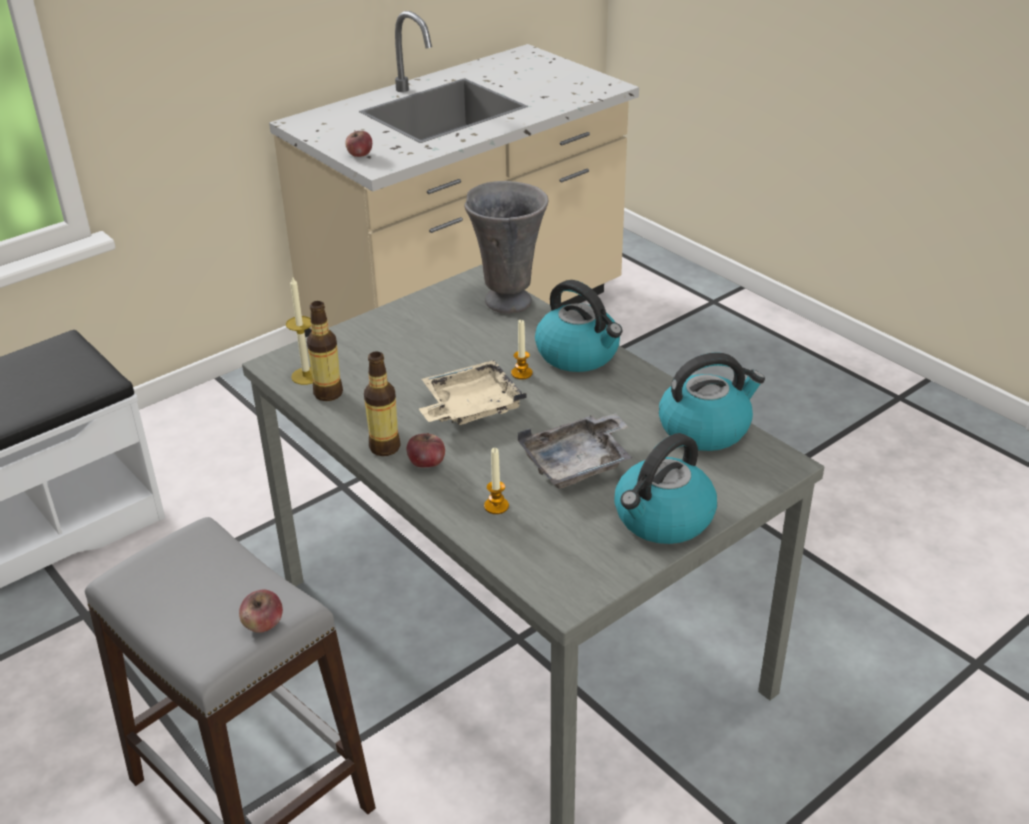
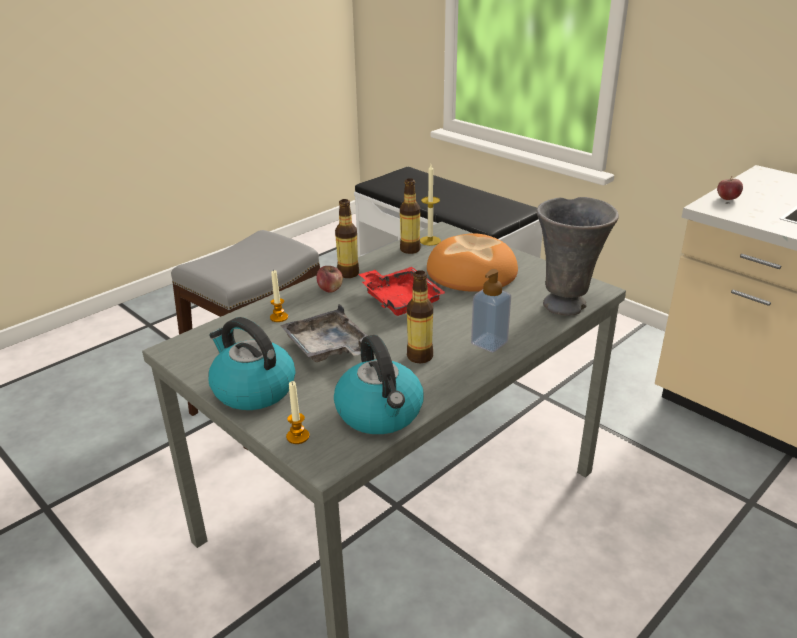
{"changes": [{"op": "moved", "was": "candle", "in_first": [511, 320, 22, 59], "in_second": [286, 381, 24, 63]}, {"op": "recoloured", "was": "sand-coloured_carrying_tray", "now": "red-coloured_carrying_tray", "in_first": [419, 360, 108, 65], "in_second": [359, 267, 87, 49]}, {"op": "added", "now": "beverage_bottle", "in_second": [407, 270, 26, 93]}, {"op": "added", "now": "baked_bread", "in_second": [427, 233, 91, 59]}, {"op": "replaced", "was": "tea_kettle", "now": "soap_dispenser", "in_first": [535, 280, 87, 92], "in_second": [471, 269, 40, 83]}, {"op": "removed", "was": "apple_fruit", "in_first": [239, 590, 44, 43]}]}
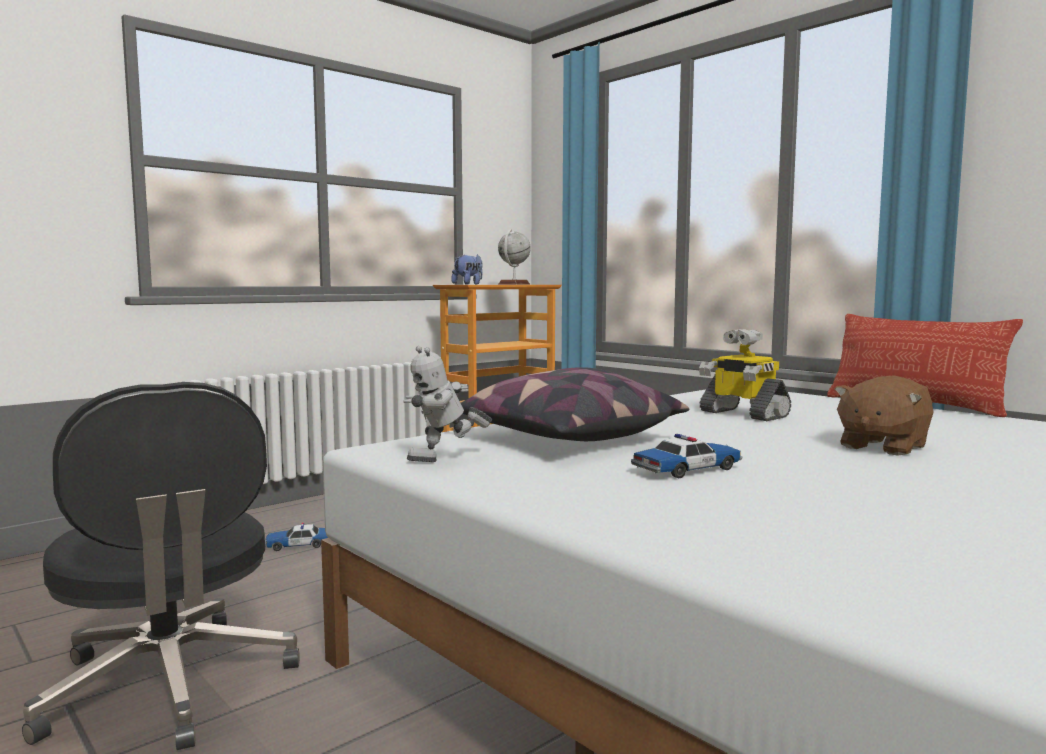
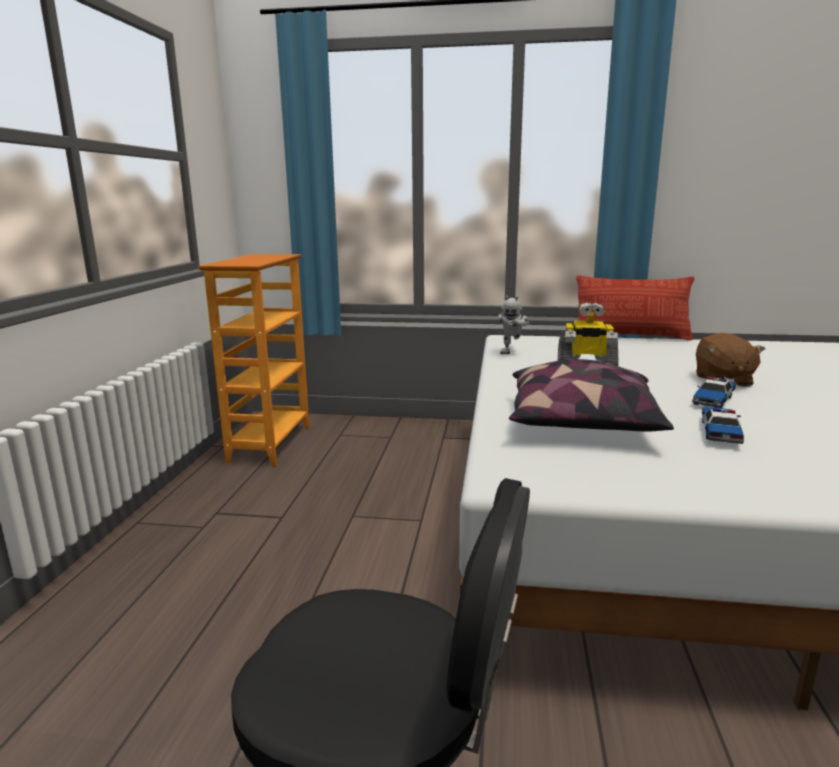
{"changes": [{"op": "moved", "was": "toy_robot", "in_first": [403, 346, 89, 116], "in_second": [497, 295, 32, 60]}, {"op": "moved", "was": "model_car", "in_first": [265, 522, 63, 29], "in_second": [692, 377, 44, 31]}, {"op": "removed", "was": "cuddly_toy", "in_first": [451, 254, 32, 31]}, {"op": "removed", "was": "world_globe", "in_first": [498, 229, 33, 56]}]}
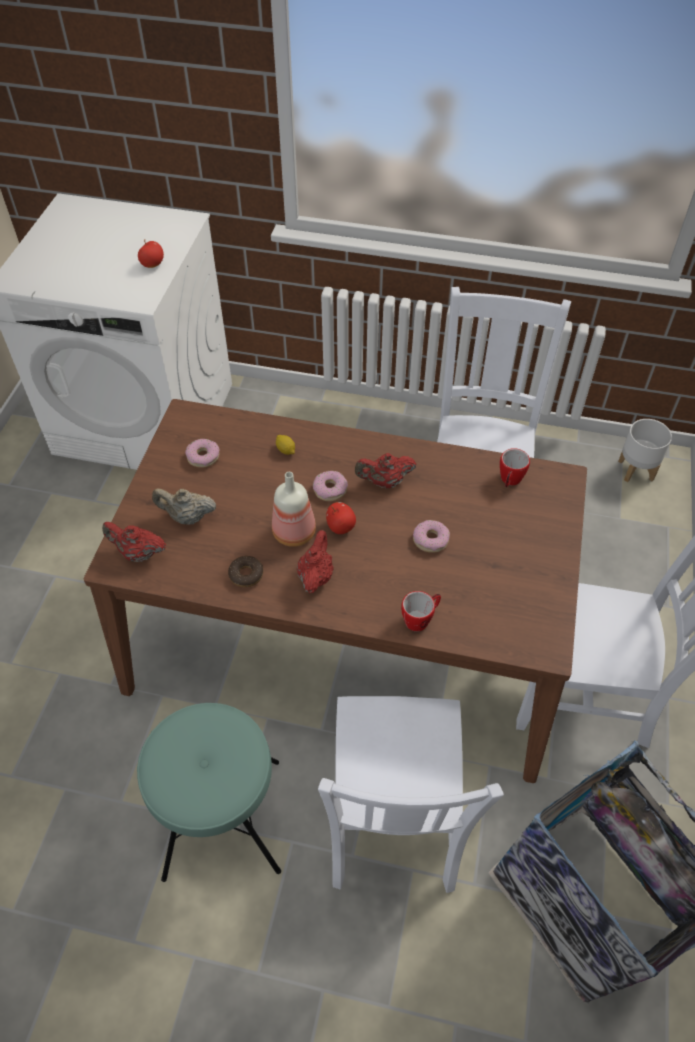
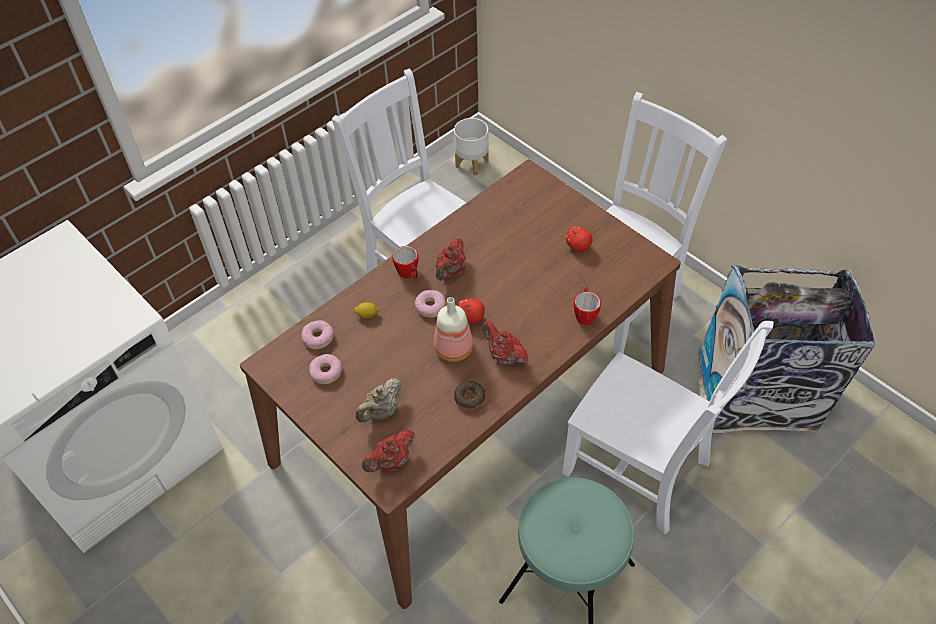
{"changes": [{"op": "moved", "was": "doughnut", "in_first": [413, 520, 37, 33], "in_second": [301, 320, 33, 29]}, {"op": "moved", "was": "coffee_mug", "in_first": [500, 448, 30, 39], "in_second": [392, 246, 26, 33]}, {"op": "moved", "was": "apple_fruit", "in_first": [138, 239, 26, 29], "in_second": [566, 227, 27, 25]}]}
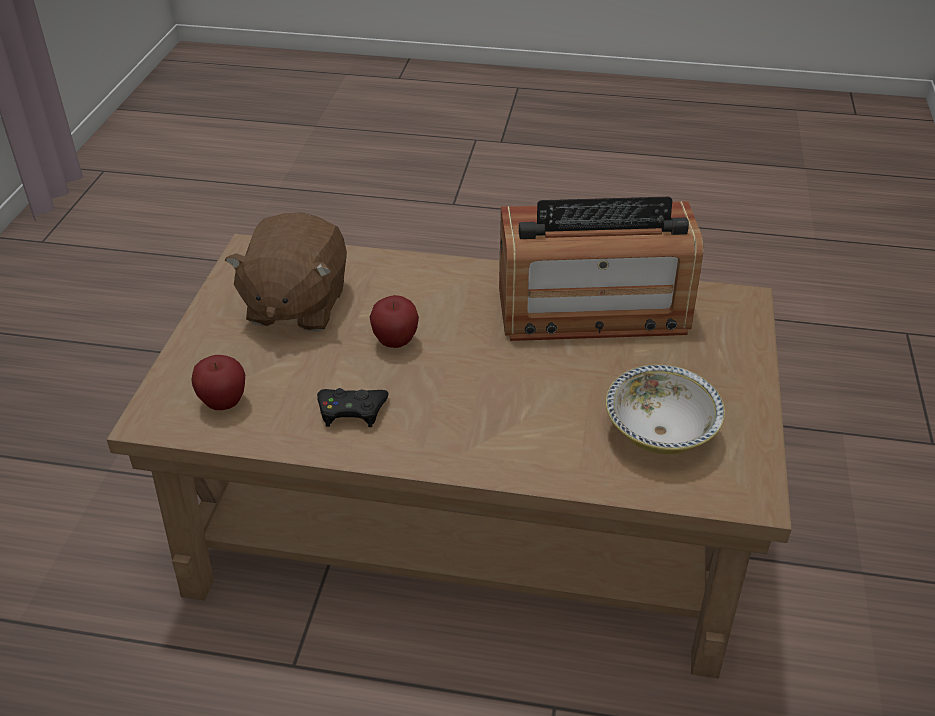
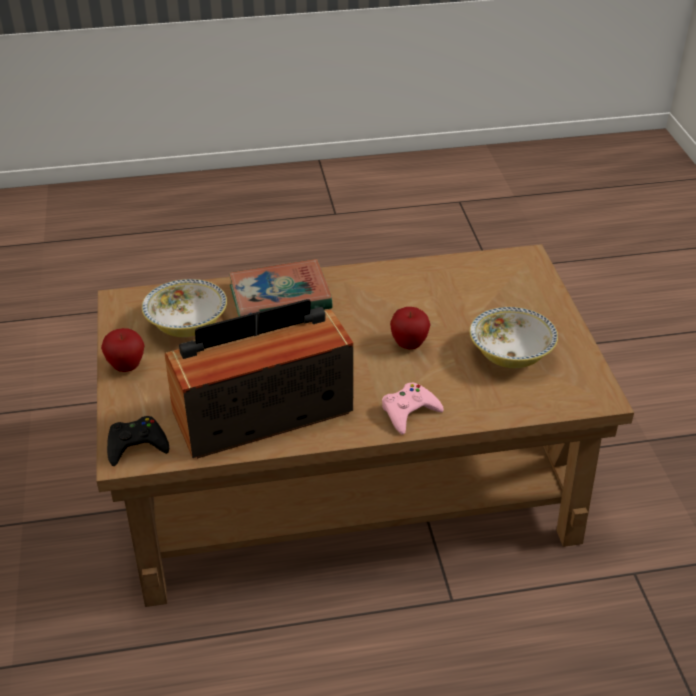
{"changes": [{"op": "moved", "was": "apple_fruit", "in_first": [191, 355, 54, 55], "in_second": [101, 328, 44, 44]}, {"op": "moved", "was": "black_joypad", "in_first": [317, 388, 71, 39], "in_second": [107, 416, 62, 50]}, {"op": "added", "now": "bound_book", "in_second": [229, 259, 104, 58]}, {"op": "added", "now": "pink-coloured_joypad", "in_second": [382, 382, 62, 53]}, {"op": "replaced", "was": "brown-coloured_cuddly_toy", "now": "serving_bowl", "in_first": [225, 212, 122, 120], "in_second": [470, 307, 88, 61]}]}
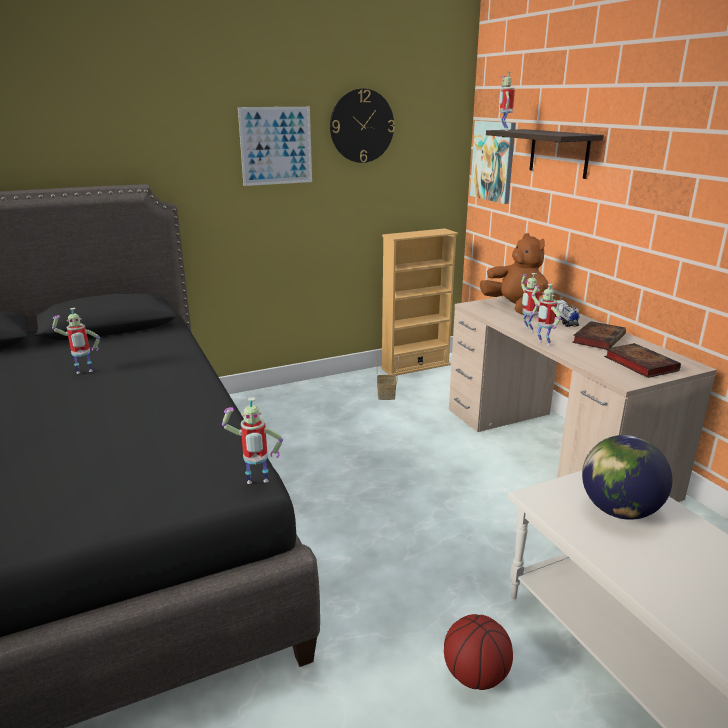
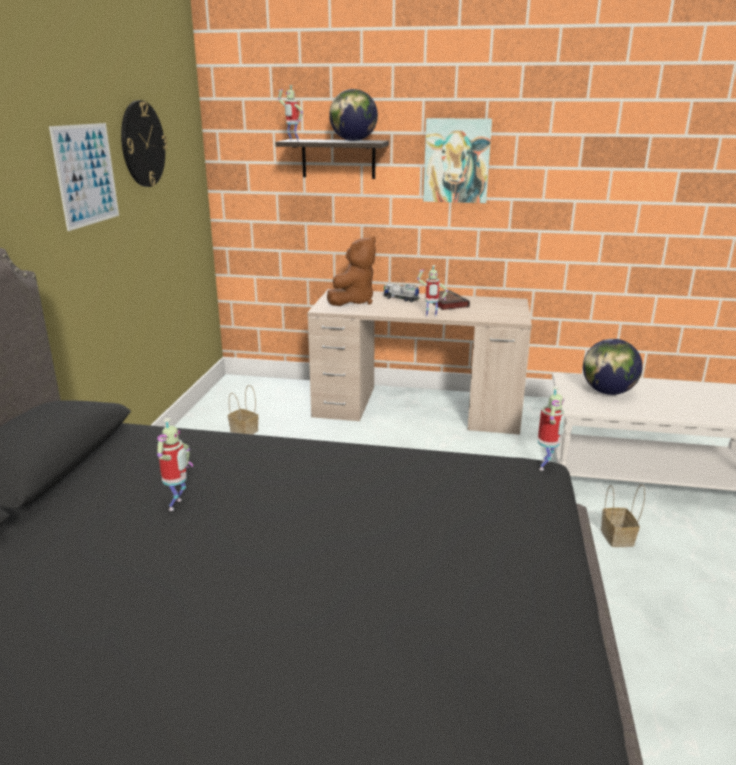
{"changes": [{"op": "turned", "was": "brown-coloured_cuddly_toy", "in_first": [480, 233, 68, 82], "in_second": [327, 236, 49, 70], "clockwise": 120}, {"op": "added", "now": "world_globe", "in_second": [329, 89, 49, 52]}, {"op": "moved", "was": "wall_art", "in_first": [470, 121, 46, 83], "in_second": [423, 118, 69, 85]}, {"op": "replaced", "was": "basketball", "now": "basket", "in_first": [444, 614, 69, 76], "in_second": [601, 484, 44, 63]}, {"op": "removed", "was": "sand-coloured_bookshelf", "in_first": [381, 228, 77, 148]}, {"op": "removed", "was": "toy_robot", "in_first": [521, 273, 19, 59]}, {"op": "removed", "was": "bound_book", "in_first": [604, 343, 77, 35]}]}
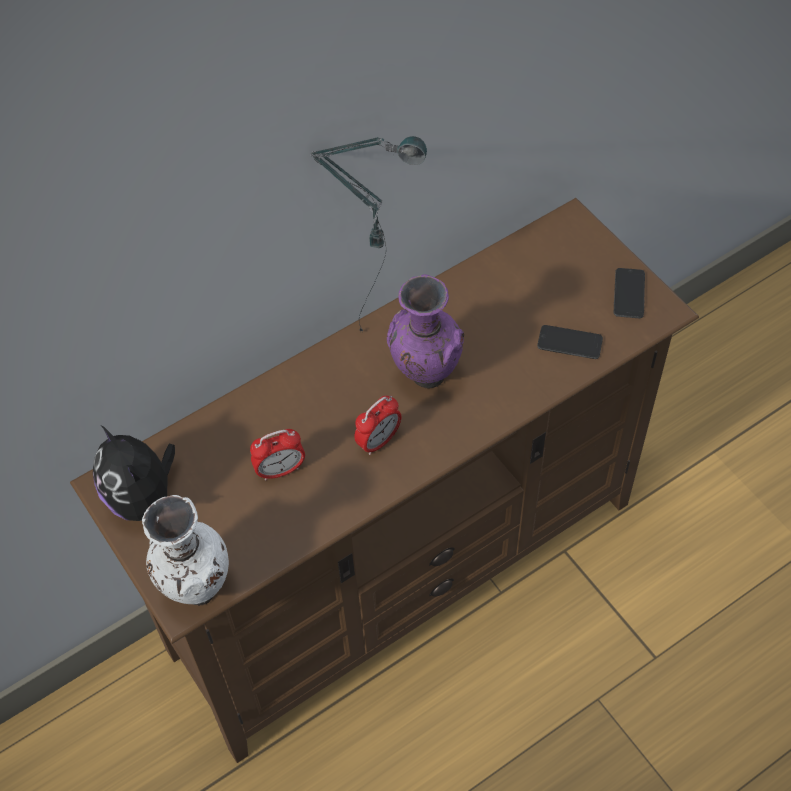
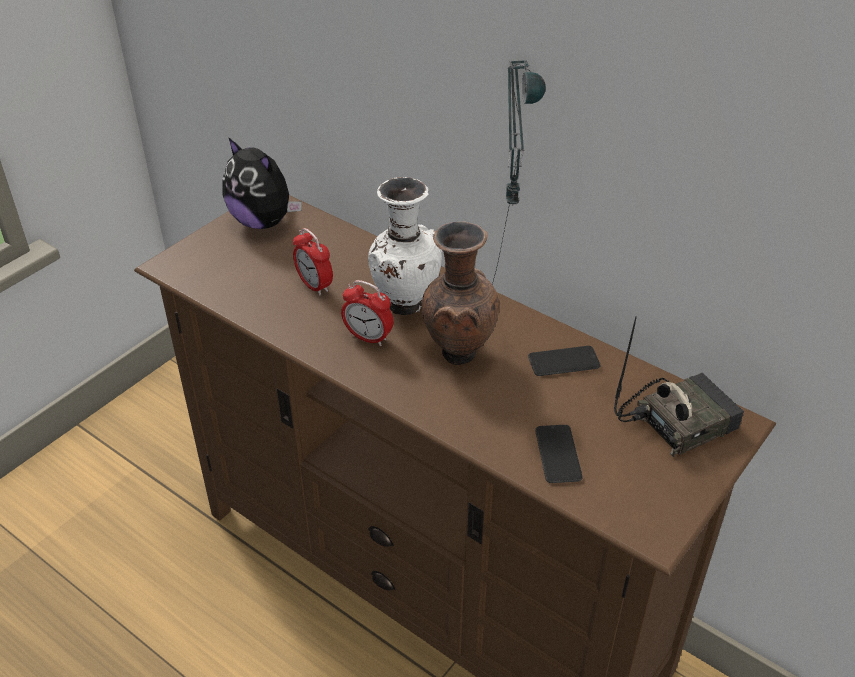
{"changes": [{"op": "turned", "was": "cuddly_toy", "in_first": [93, 426, 82, 95], "in_second": [222, 137, 80, 92], "clockwise": -90}, {"op": "moved", "was": "white_vase", "in_first": [142, 495, 87, 111], "in_second": [368, 177, 74, 138]}, {"op": "recoloured", "was": "purple-coloured_vase", "now": "brown-coloured_vase", "in_first": [387, 274, 77, 115], "in_second": [422, 221, 77, 144]}, {"op": "moved", "was": "handset", "in_first": [614, 268, 31, 50], "in_second": [528, 346, 73, 30]}, {"op": "added", "now": "radio_receiver", "in_second": [614, 316, 130, 141]}]}
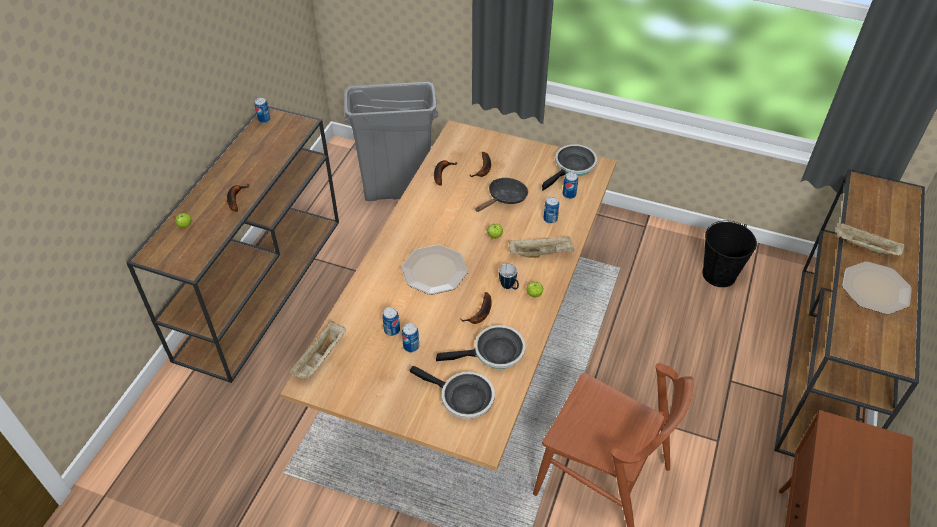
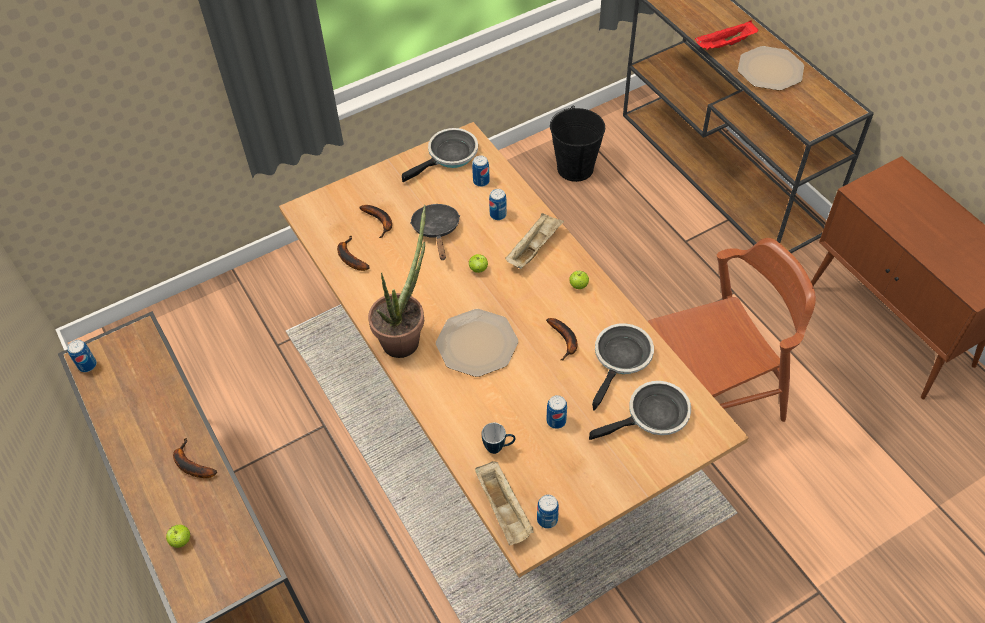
{"changes": [{"op": "added", "now": "houseplant", "in_second": [368, 205, 58, 153]}, {"op": "turned", "was": "skillet", "in_first": [542, 144, 55, 47], "in_second": [402, 128, 76, 54], "clockwise": 60}, {"op": "moved", "was": "coffee_mug", "in_first": [499, 263, 20, 27], "in_second": [482, 423, 34, 31]}, {"op": "moved", "was": "sealed_can", "in_first": [382, 307, 18, 29], "in_second": [537, 495, 22, 34]}, {"op": "recoloured", "was": "sand-coloured_carrying_tray", "now": "red-coloured_carrying_tray", "in_first": [837, 223, 68, 33], "in_second": [695, 21, 63, 29]}, {"op": "removed", "was": "gray_waste_bin", "in_first": [344, 82, 94, 119]}]}
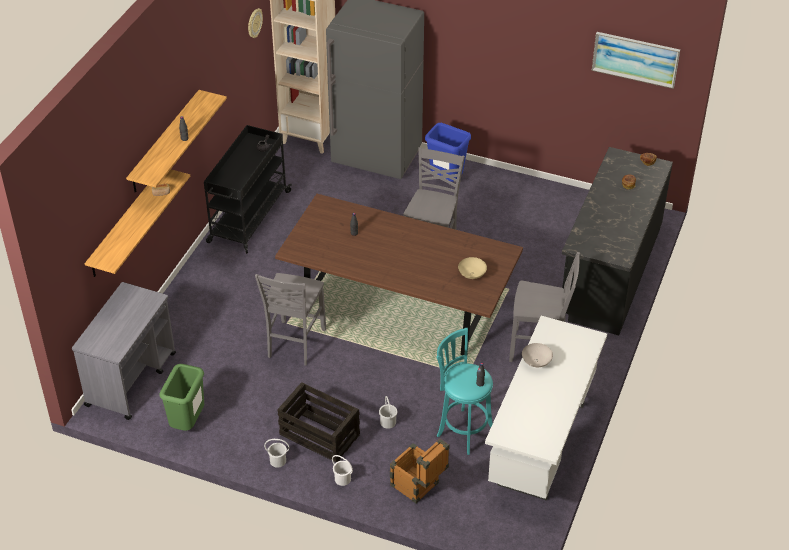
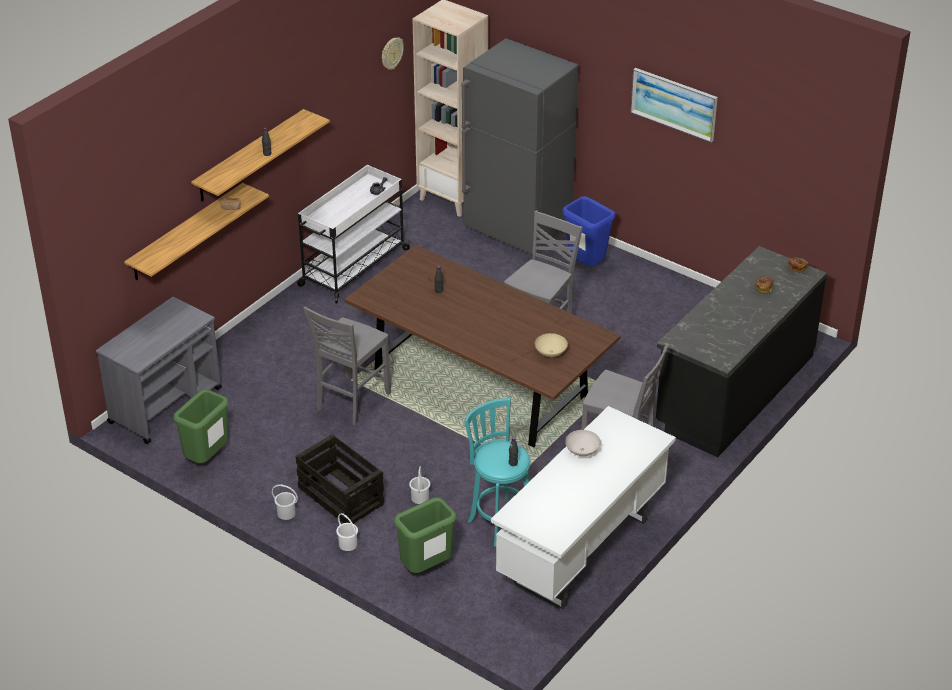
{"changes": [{"op": "recoloured", "was": "black_cart", "now": "white_cart", "in_first": [204, 125, 88, 129], "in_second": [297, 165, 114, 138]}, {"op": "replaced", "was": "crate", "now": "greenish_waste_bin", "in_first": [390, 438, 60, 66], "in_second": [394, 497, 63, 76]}, {"op": "moved", "was": "wall_art", "in_first": [592, 32, 88, 57], "in_second": [631, 68, 87, 74]}]}
